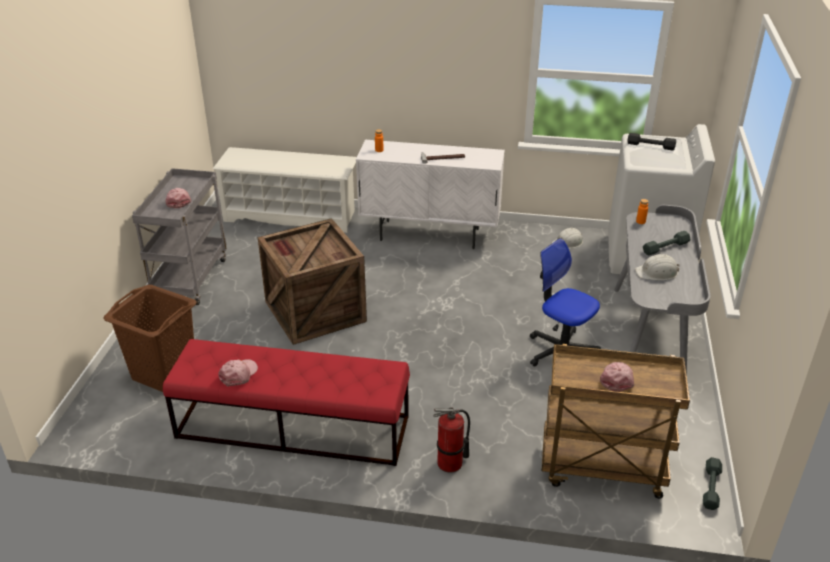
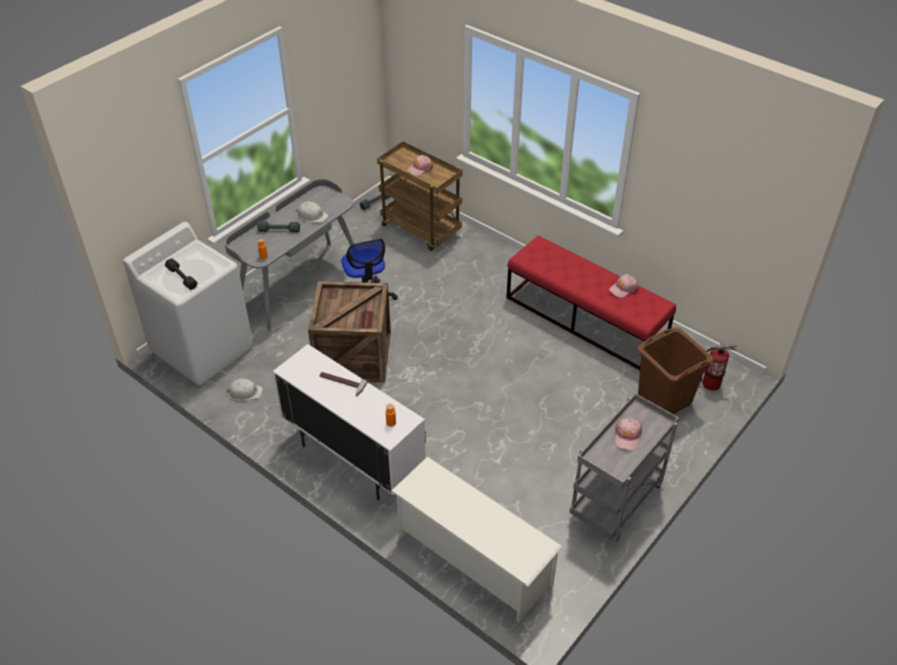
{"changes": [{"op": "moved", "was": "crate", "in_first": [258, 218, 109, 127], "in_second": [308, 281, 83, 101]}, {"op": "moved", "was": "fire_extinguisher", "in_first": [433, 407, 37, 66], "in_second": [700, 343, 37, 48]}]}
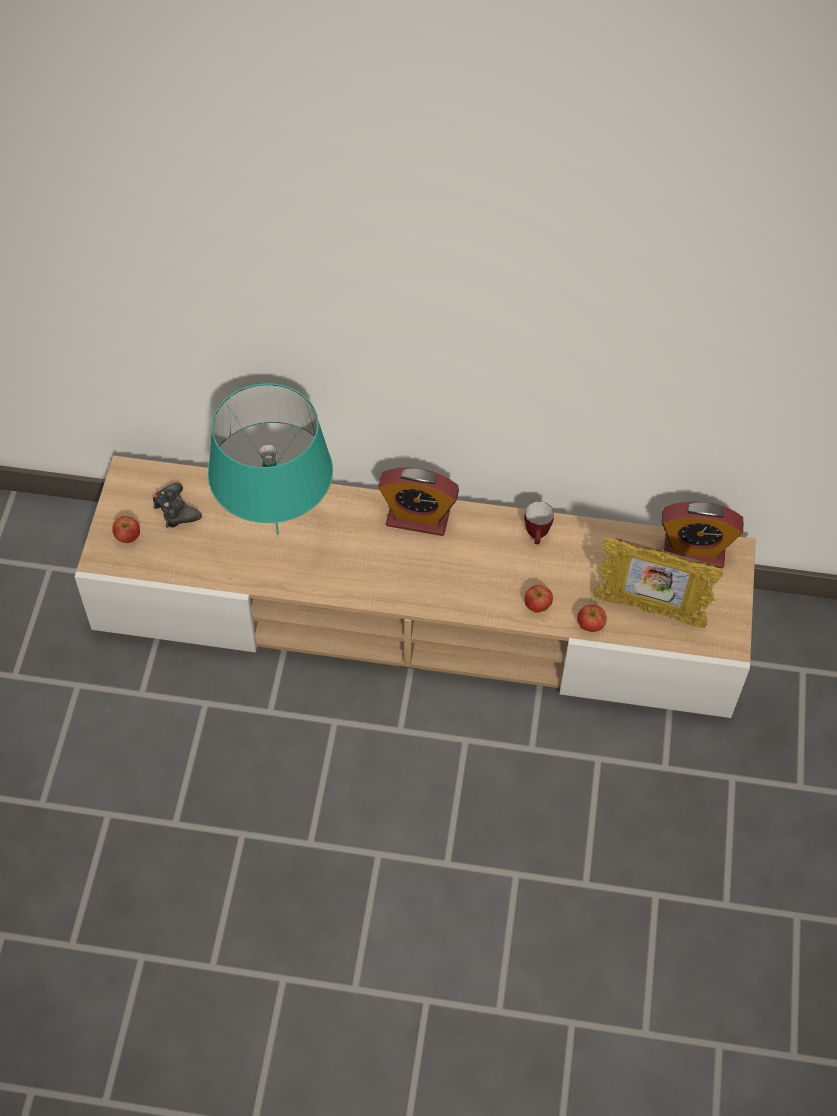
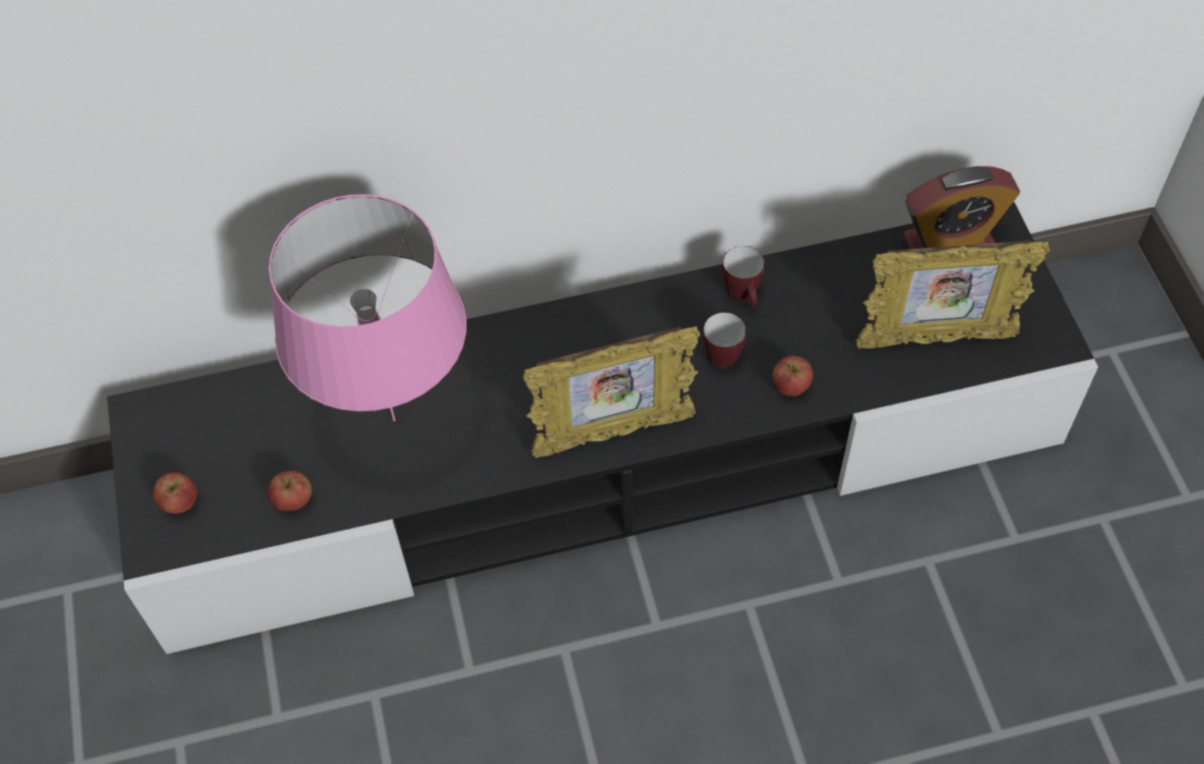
{"changes": [{"op": "recoloured", "was": "sand-coloured_media_console", "now": "black_media_console", "in_first": [75, 456, 681, 262], "in_second": [107, 202, 991, 452]}, {"op": "moved", "was": "apple_fruit", "in_first": [577, 605, 30, 27], "in_second": [267, 470, 45, 41]}, {"op": "recoloured", "was": "blue-green_table_lamp", "now": "pink-coloured_table_lamp", "in_first": [208, 383, 125, 152], "in_second": [269, 194, 198, 227]}, {"op": "added", "now": "picture_frame", "in_second": [522, 326, 178, 132]}, {"op": "added", "now": "coffee_mug", "in_second": [703, 312, 43, 56]}, {"op": "removed", "was": "black_joypad", "in_first": [153, 482, 49, 46]}, {"op": "removed", "was": "bedside_clock", "in_first": [378, 468, 81, 68]}]}
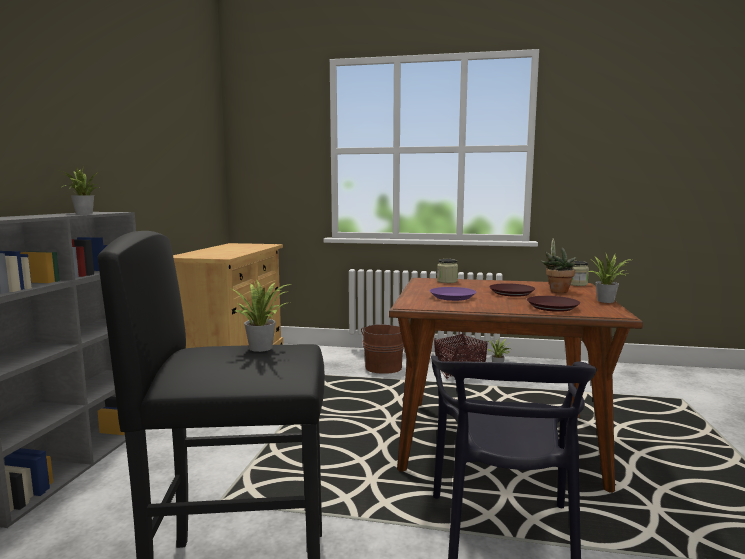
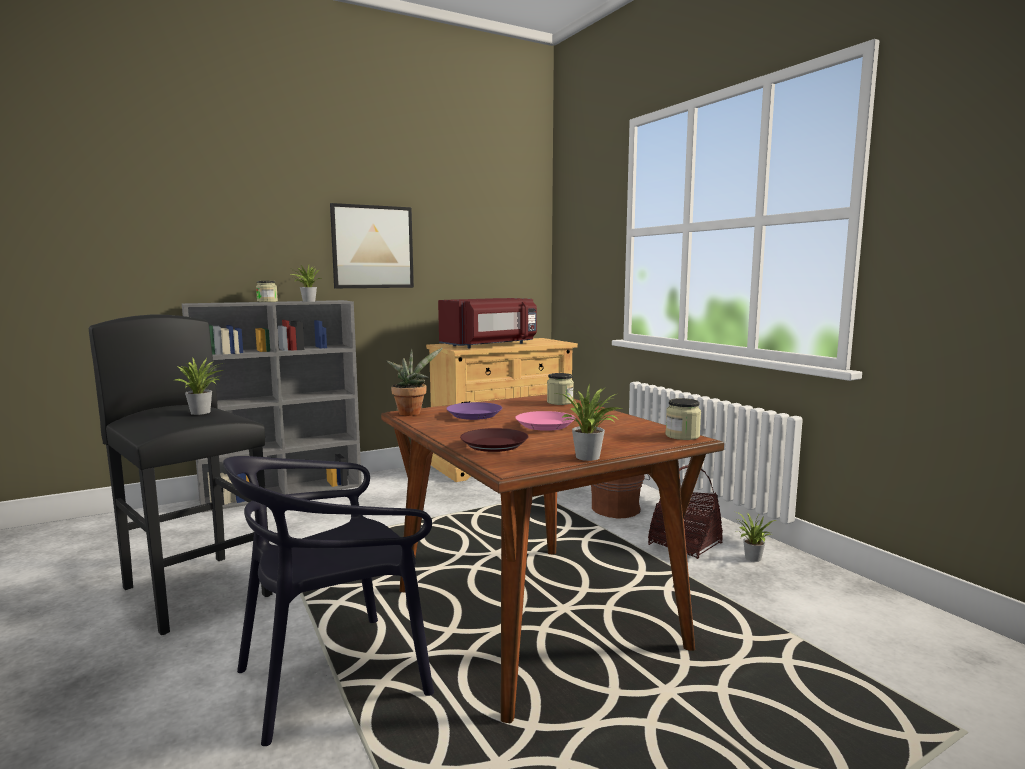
{"changes": [{"op": "added", "now": "jar", "in_second": [256, 281, 22, 21]}, {"op": "added", "now": "wall_art", "in_second": [330, 203, 84, 85]}, {"op": "moved", "was": "houseplant", "in_first": [541, 238, 36, 55], "in_second": [387, 348, 56, 68]}, {"op": "added", "now": "red-coloured_kitchen_microwave", "in_second": [438, 298, 99, 50]}, {"op": "recoloured", "was": "brown-coloured_plate", "now": "pink-coloured_plate", "in_first": [489, 283, 46, 14], "in_second": [515, 411, 60, 20]}]}
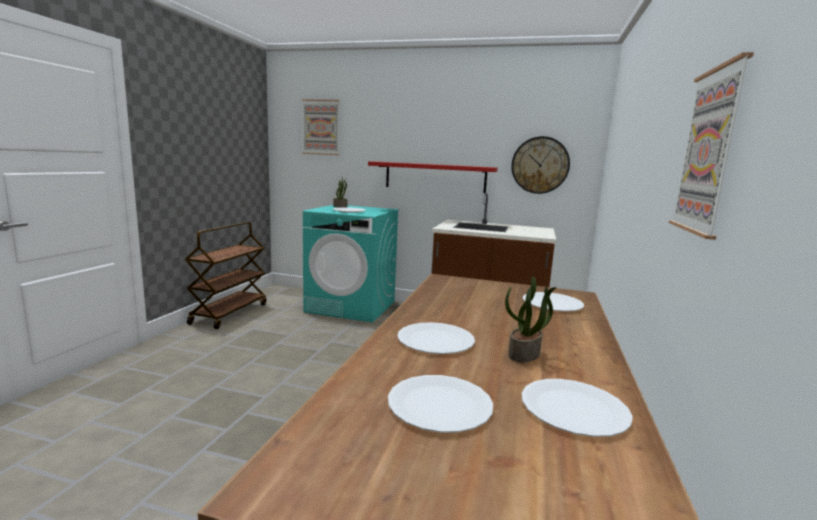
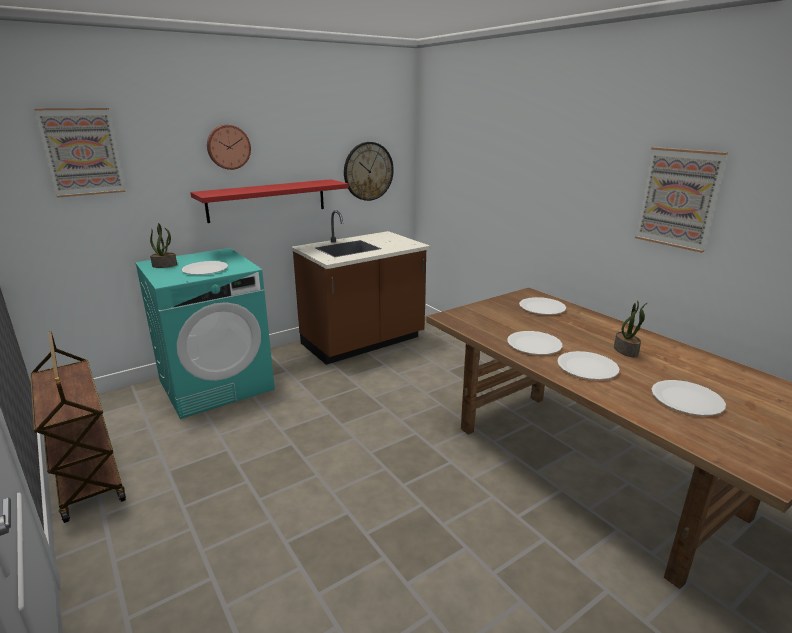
{"changes": [{"op": "added", "now": "wall_clock", "in_second": [207, 125, 44, 45]}, {"op": "moved", "was": "white_plate", "in_first": [522, 379, 111, 58], "in_second": [507, 331, 55, 24]}]}
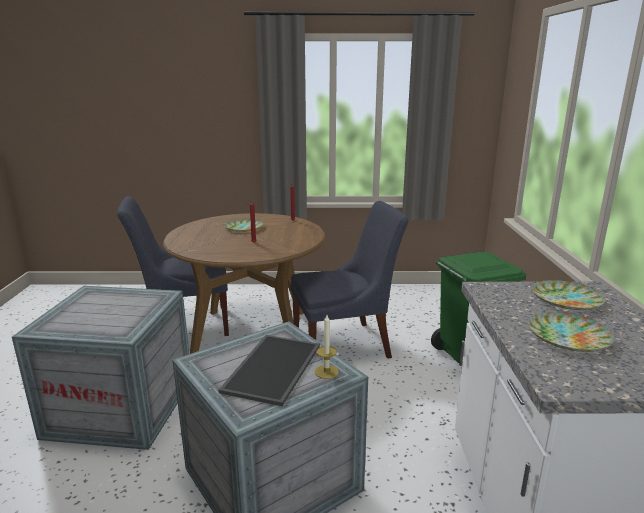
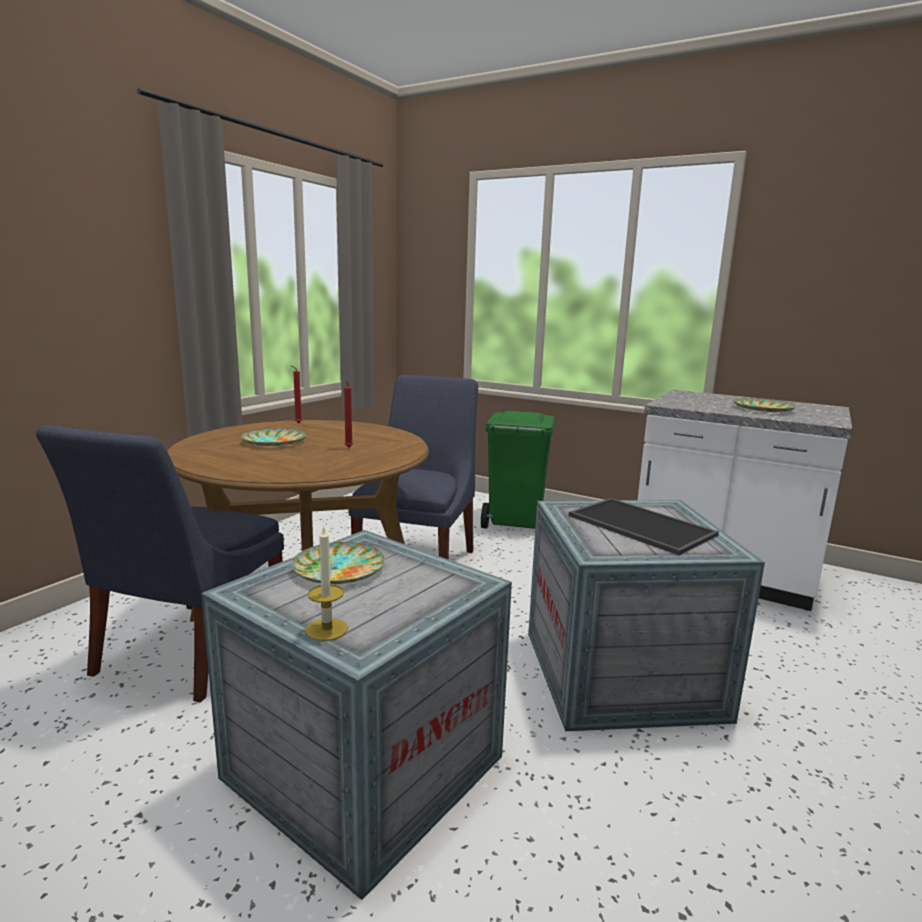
{"changes": [{"op": "moved", "was": "plate", "in_first": [532, 280, 73, 30], "in_second": [292, 542, 93, 42]}, {"op": "moved", "was": "candle", "in_first": [315, 315, 24, 64], "in_second": [306, 526, 42, 115]}]}
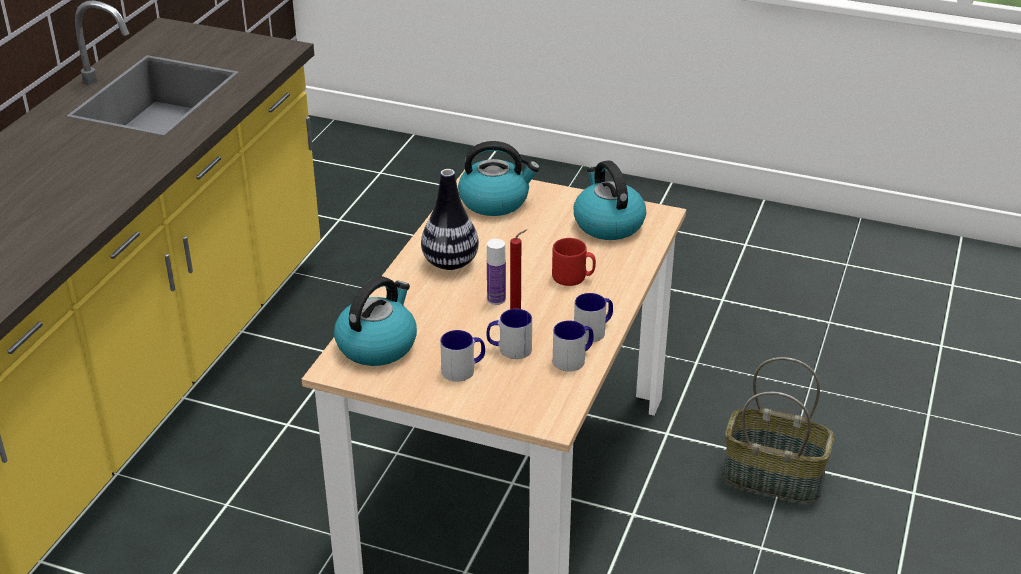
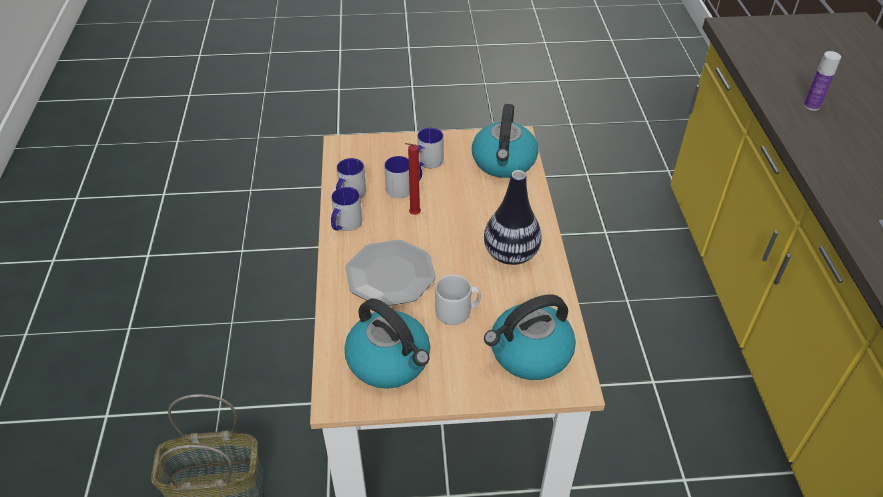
{"changes": [{"op": "replaced", "was": "red-coloured_coffee_mug", "now": "plate", "in_first": [552, 238, 44, 48], "in_second": [345, 240, 91, 66]}, {"op": "added", "now": "gray_coffee_mug", "in_second": [435, 275, 46, 50]}, {"op": "moved", "was": "beverage_bottle", "in_first": [487, 239, 19, 66], "in_second": [804, 51, 37, 60]}]}
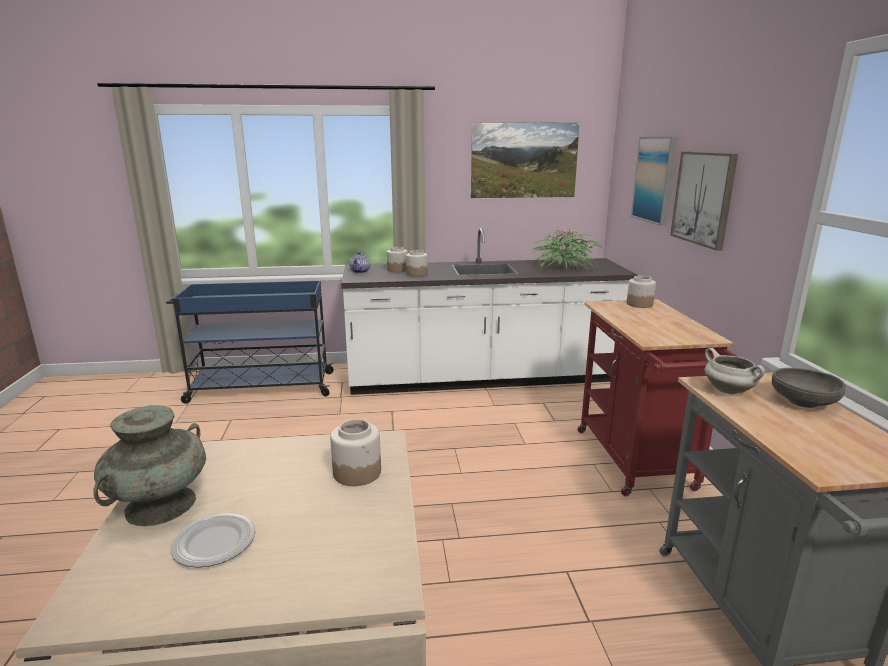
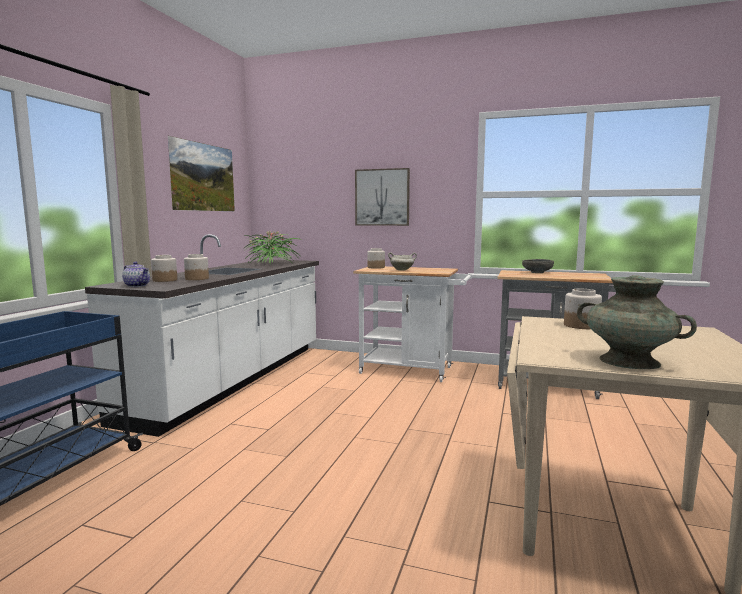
{"changes": [{"op": "recoloured", "was": "red-coloured_cart", "now": "white_cart", "in_first": [577, 299, 162, 197], "in_second": [353, 266, 119, 116]}, {"op": "moved", "was": "white_stockpot", "in_first": [705, 348, 60, 46], "in_second": [388, 252, 29, 19]}, {"op": "removed", "was": "plate", "in_first": [170, 513, 85, 55]}, {"op": "removed", "was": "wall_art", "in_first": [631, 137, 46, 89]}]}
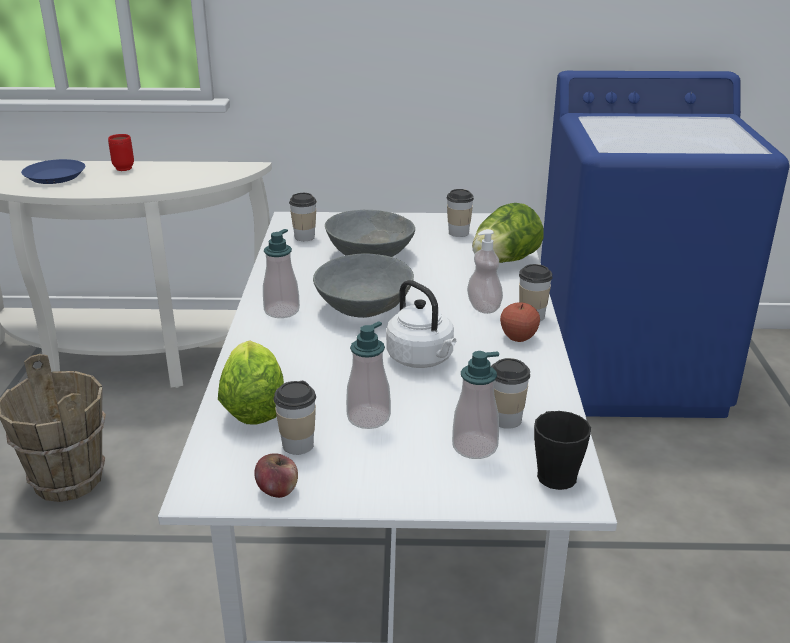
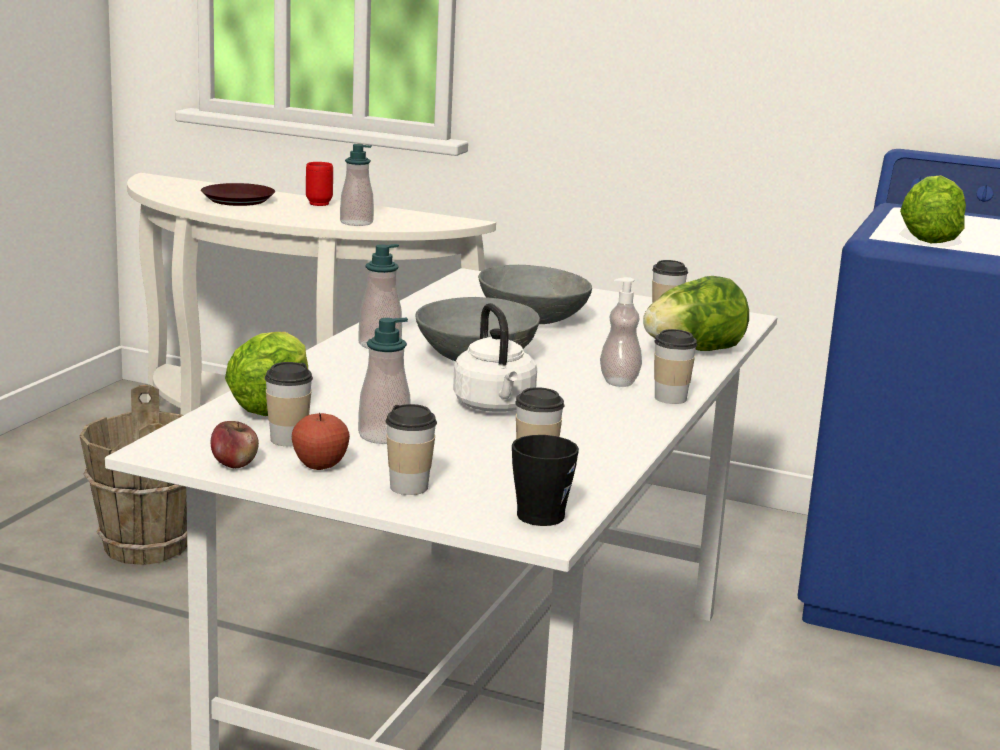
{"changes": [{"op": "recoloured", "was": "bluish_plate", "now": "brown-coloured_plate", "in_first": [21, 159, 64, 25], "in_second": [201, 183, 74, 23]}, {"op": "moved", "was": "apple_fruit", "in_first": [500, 302, 40, 40], "in_second": [292, 412, 58, 58]}, {"op": "moved", "was": "soap_dispenser", "in_first": [452, 351, 47, 108], "in_second": [340, 144, 34, 82]}, {"op": "moved", "was": "small_cup", "in_first": [289, 193, 28, 48], "in_second": [385, 404, 52, 91]}, {"op": "added", "now": "lettuce_head", "in_second": [900, 175, 66, 68]}]}
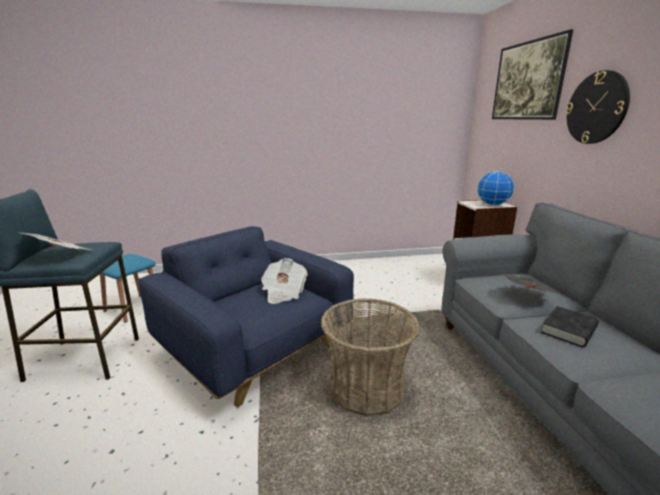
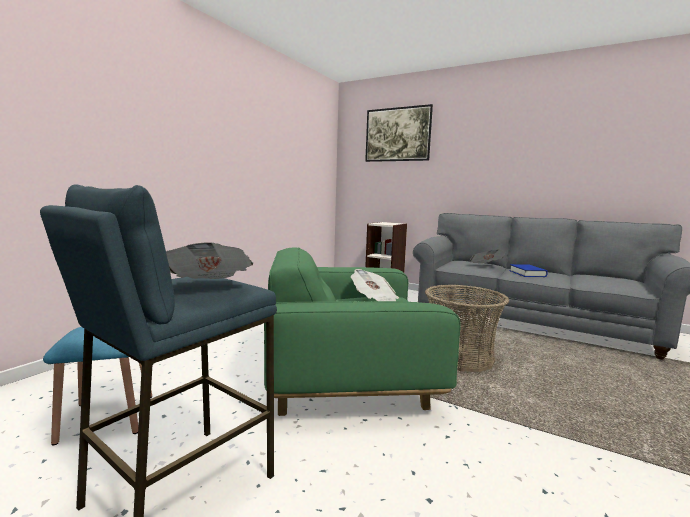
{"changes": [{"op": "recoloured", "was": "bluish_armchair", "now": "greenish_armchair", "in_first": [138, 226, 216, 181], "in_second": [264, 247, 197, 169]}, {"op": "recoloured", "was": "black_bound_book", "now": "bluish_bound_book", "in_first": [541, 306, 58, 41], "in_second": [509, 264, 39, 13]}, {"op": "removed", "was": "world_globe", "in_first": [477, 171, 37, 34]}, {"op": "removed", "was": "wall_clock", "in_first": [565, 70, 65, 74]}]}
